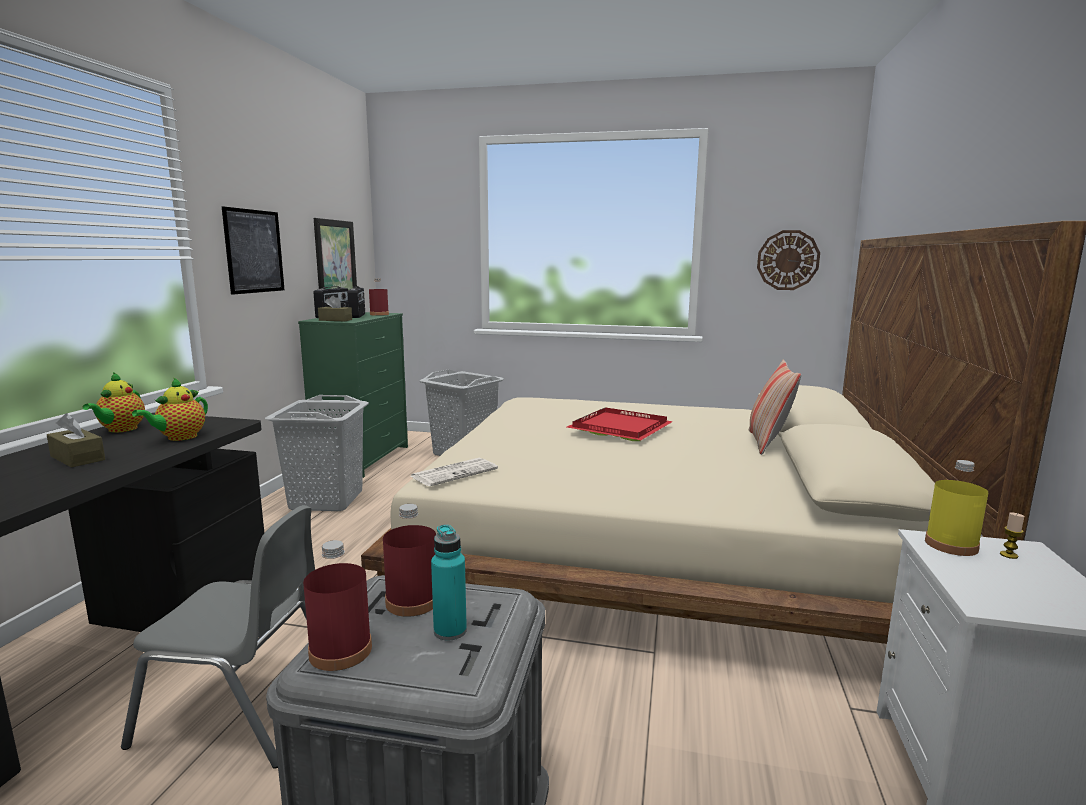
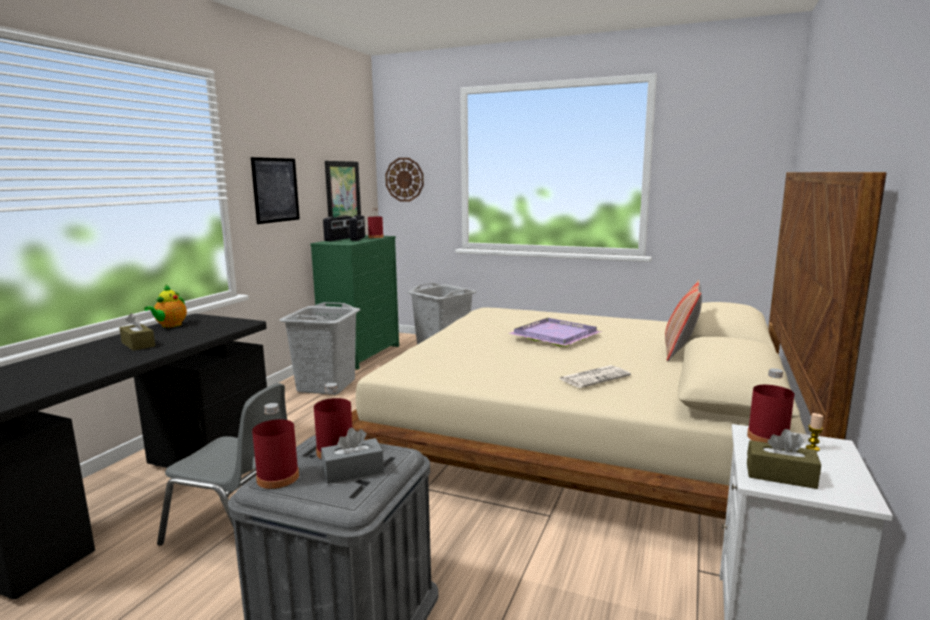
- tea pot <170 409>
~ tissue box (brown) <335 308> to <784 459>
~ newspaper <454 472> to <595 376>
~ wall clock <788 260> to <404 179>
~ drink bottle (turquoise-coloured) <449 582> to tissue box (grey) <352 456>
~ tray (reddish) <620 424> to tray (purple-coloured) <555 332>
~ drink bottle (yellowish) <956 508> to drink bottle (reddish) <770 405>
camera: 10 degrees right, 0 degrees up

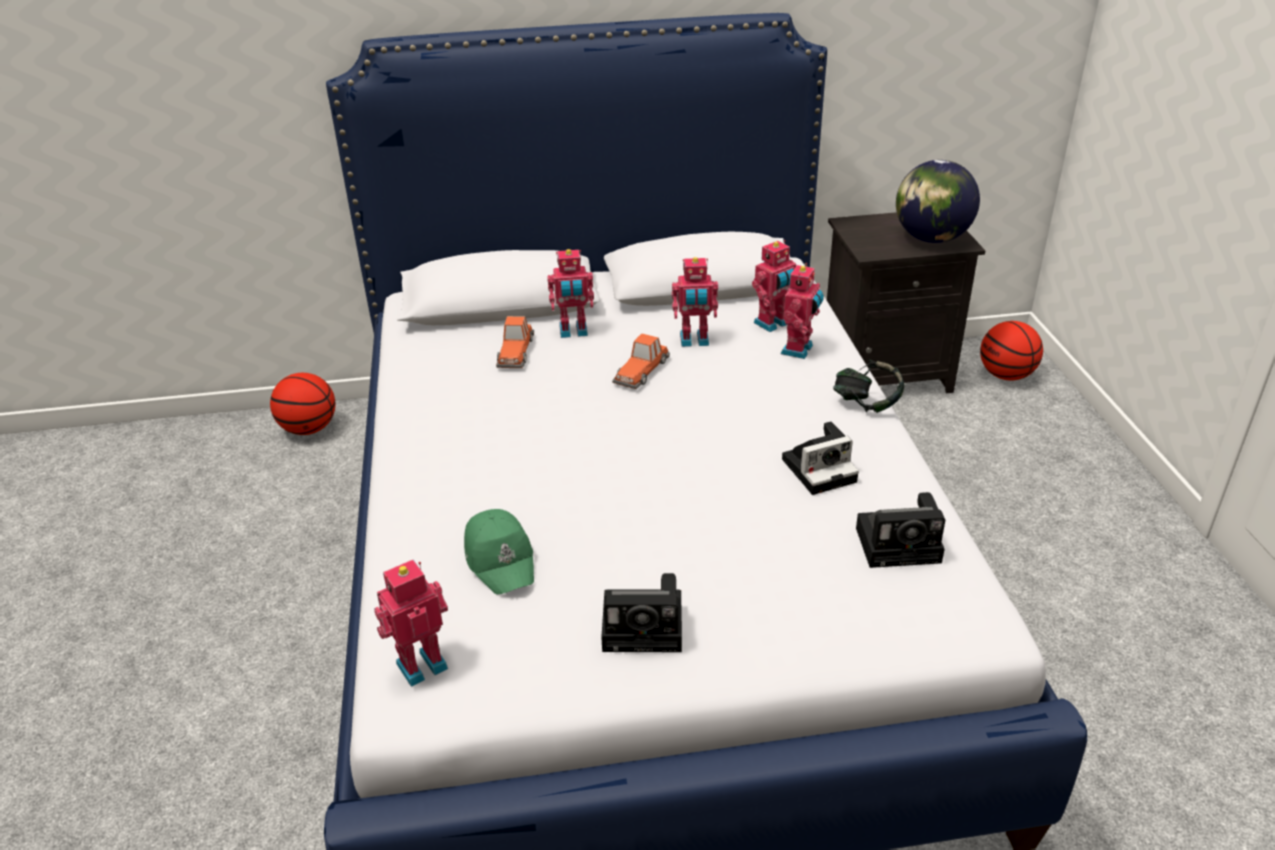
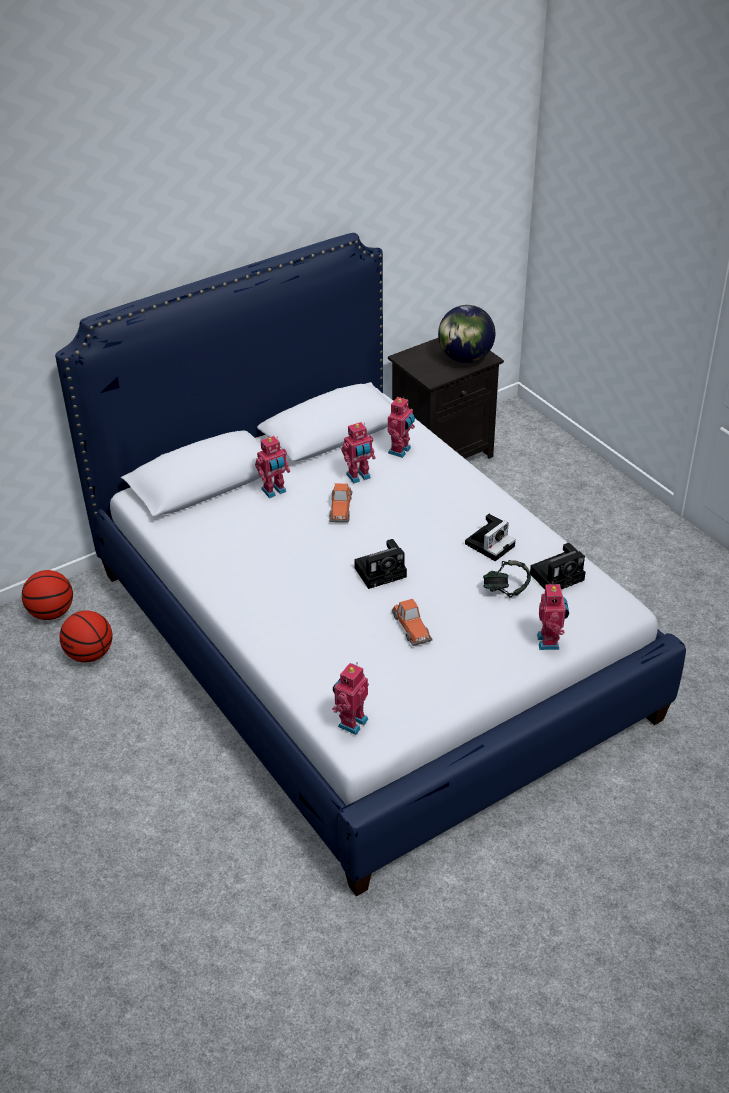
- baseball cap (green-coloured) <499 552>
~ model car <515 342> to <412 622>
~ still camera <641 612> to <380 564>
~ toy robot <802 311> to <553 616>
~ pair of headphones <868 386> to <507 578>
~ ball for basketball <1011 350> to <85 636>
camera: 25 degrees left, 5 degrees up

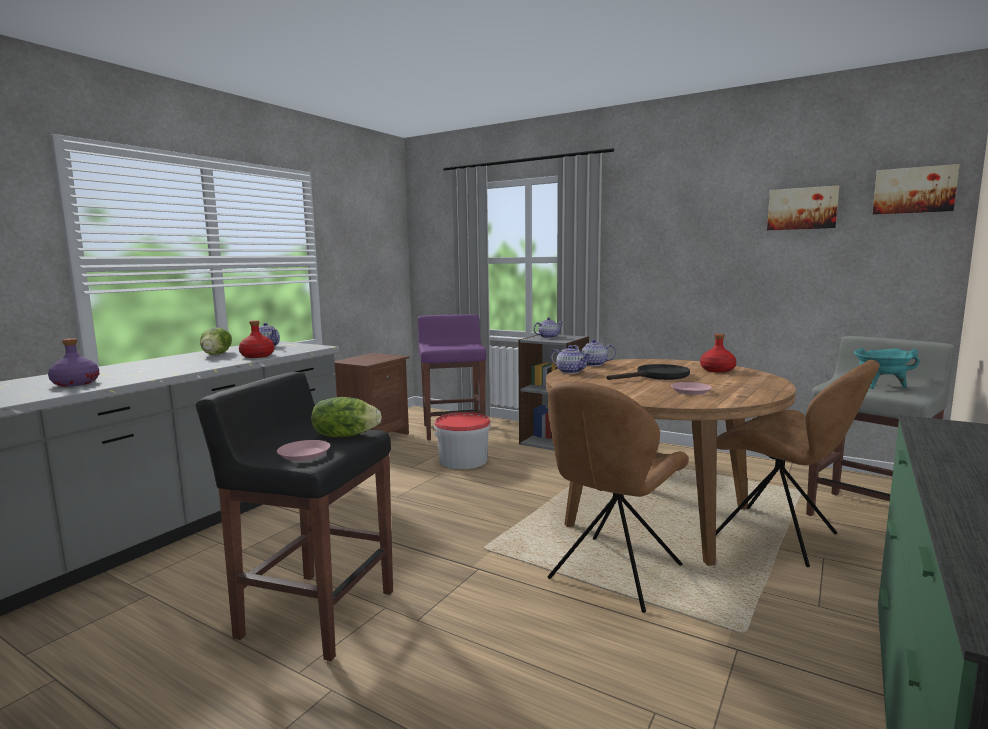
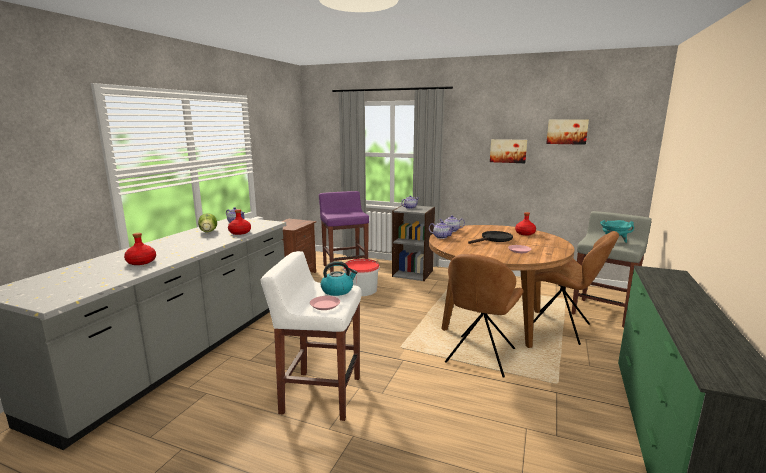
~ picture <915 189> to <508 151>
~ head of lettuce <346 417> to kettle <339 278>
~ drink bottle (purple-coloured) <73 362> to drink bottle (reddish) <140 249>
~ sitting stool (black) <294 516> to sitting stool (white-coloured) <310 336>
camera: 10 degrees left, 5 degrees up

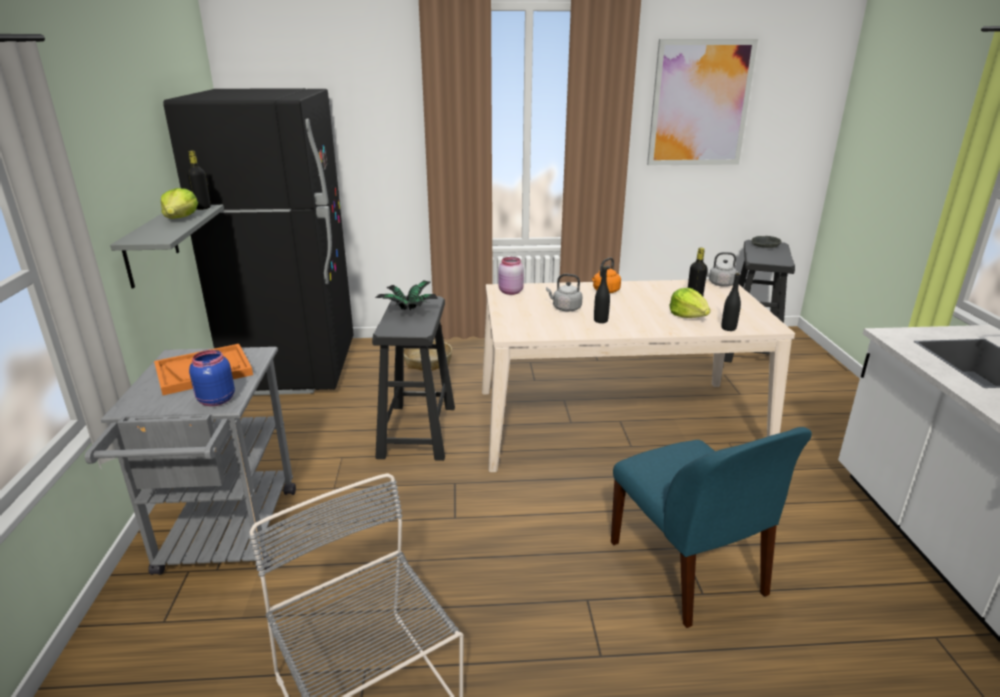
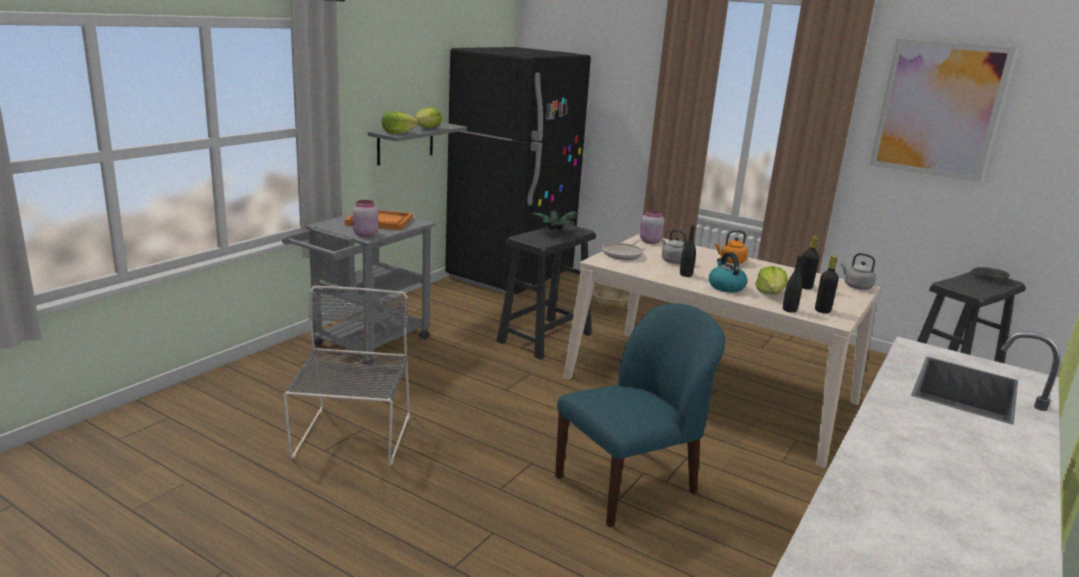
+ head of lettuce <400 122>
+ frying pan <622 249>
+ kettle <728 272>
~ drink bottle (black) <199 180> to <827 284>
~ storage jar (blue-coloured) <212 378> to storage jar (pinkish) <365 218>
~ upright chair (blue-coloured) <711 527> = <640 415> 135 degrees counterclockwise
camera: 35 degrees right, 5 degrees down

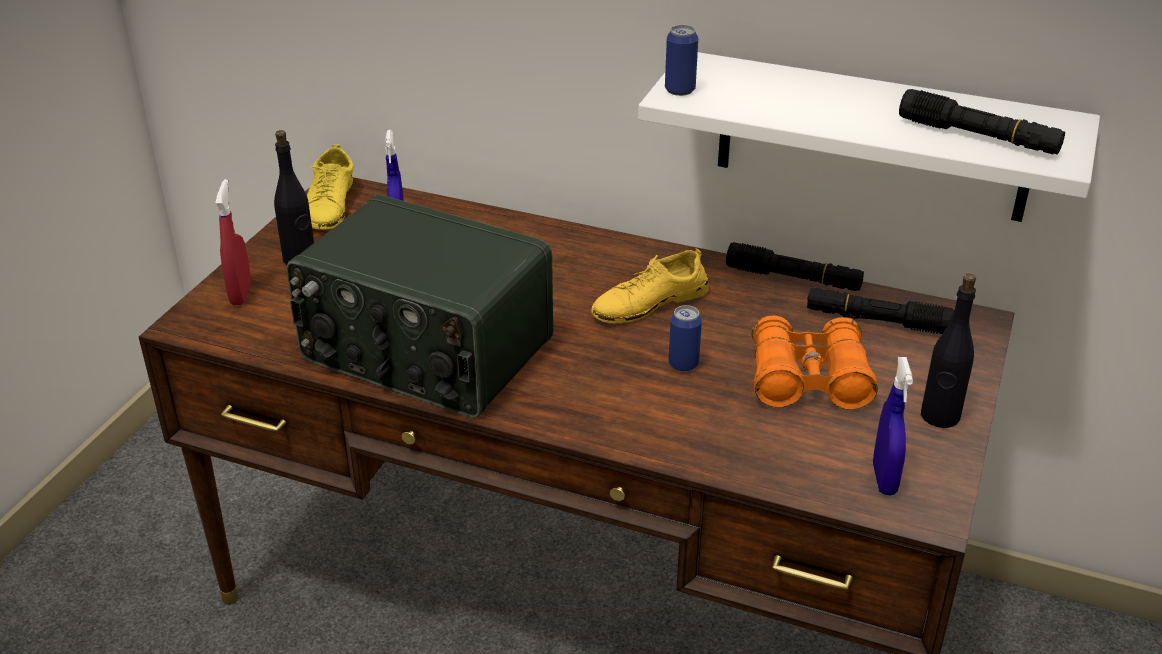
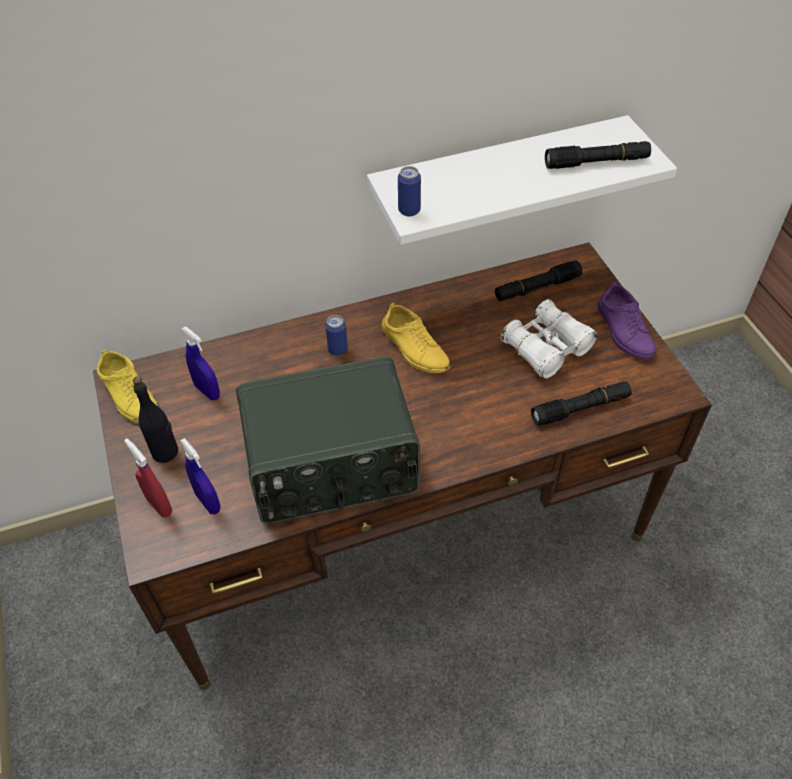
~ sealed can <685 338> to <336 335>
~ hand torch (black) <795 266> to <581 404>
~ spray bottle (blue-coloured) <893 426> to <200 476>
~ drink bottle (black) <948 351> to item of footwear (purple-coloured) <626 320>
~ binoculars (orange) <815 363> to binoculars (white-coloured) <549 339>
~ item of footwear (yellowish) <650 285> = <416 338> 60 degrees counterclockwise
camera: 40 degrees left, 15 degrees up

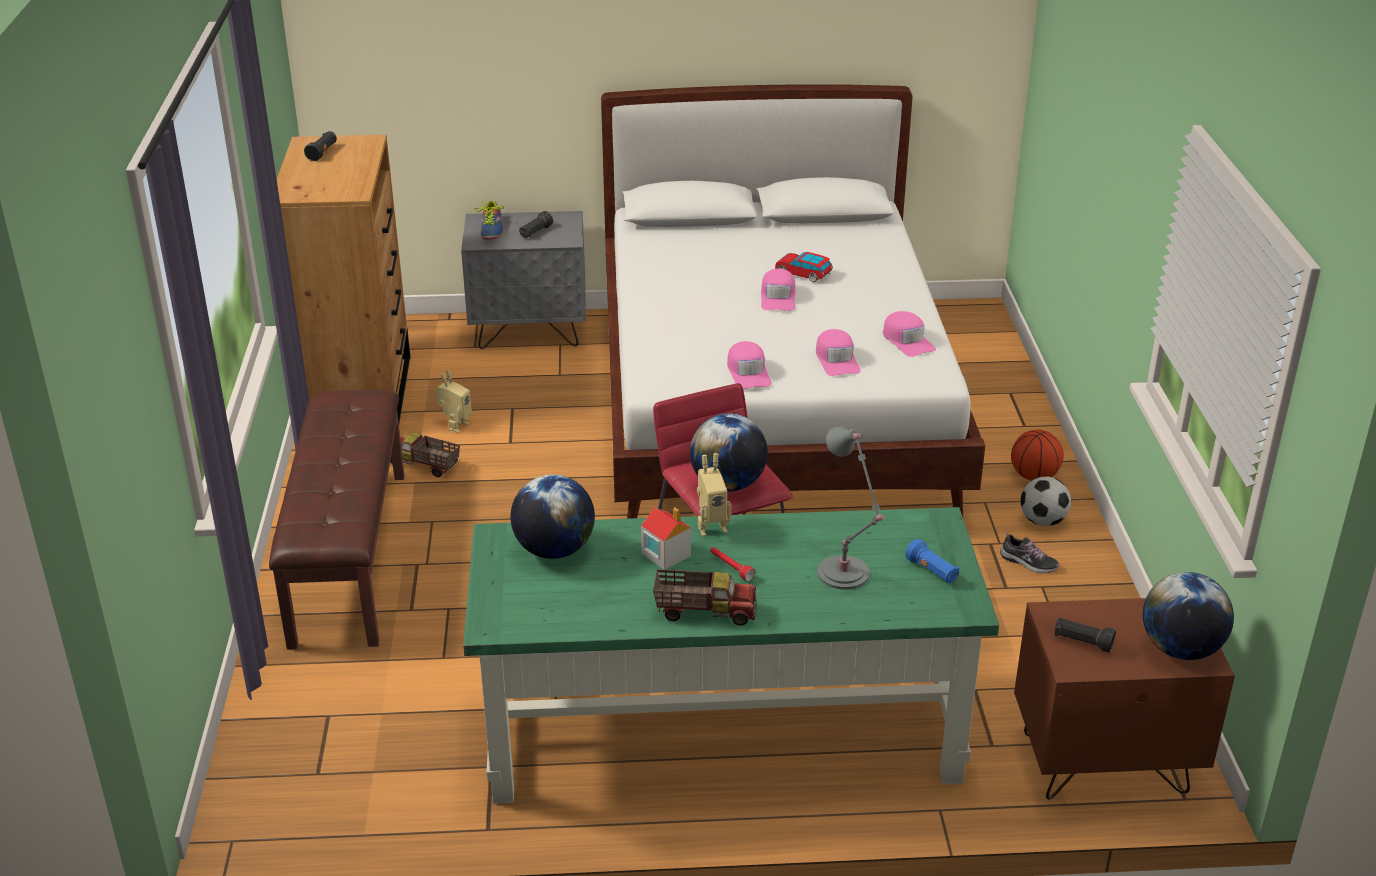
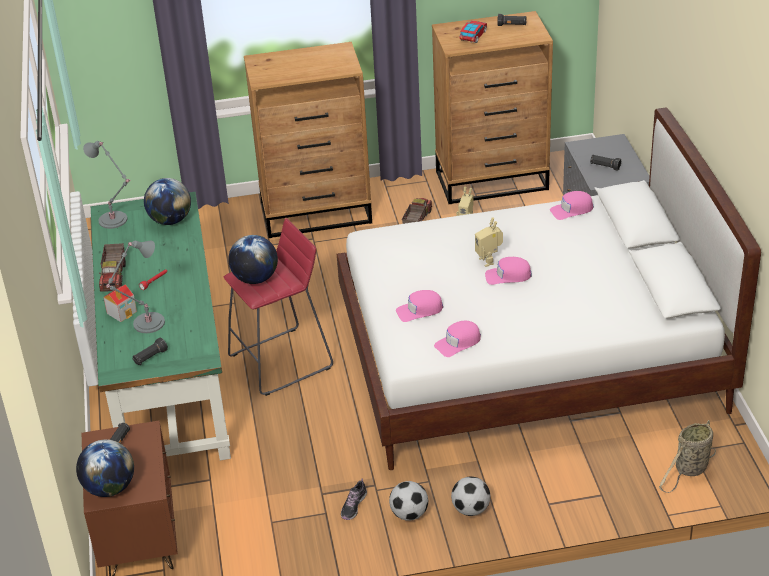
- item of footwear <489 219>
+ table lamp (grey) <107 185>
+ household basket <687 456>
~ miniature house <666 538> to <120 303>
~ toy robot <714 495> to <489 242>
~ baseball cap (pinkish) <749 365> to <571 205>
~ model car <804 267> to <473 31>
~ long seat (brown) <337 519> to drawer chest (brown) <308 140>
~ ball for basketball <1037 455> to ball for football <471 496>
~ hand torch (blue-coloured) <932 561> to hand torch (black) <150 351>
camera: 85 degrees right, 5 degrees up

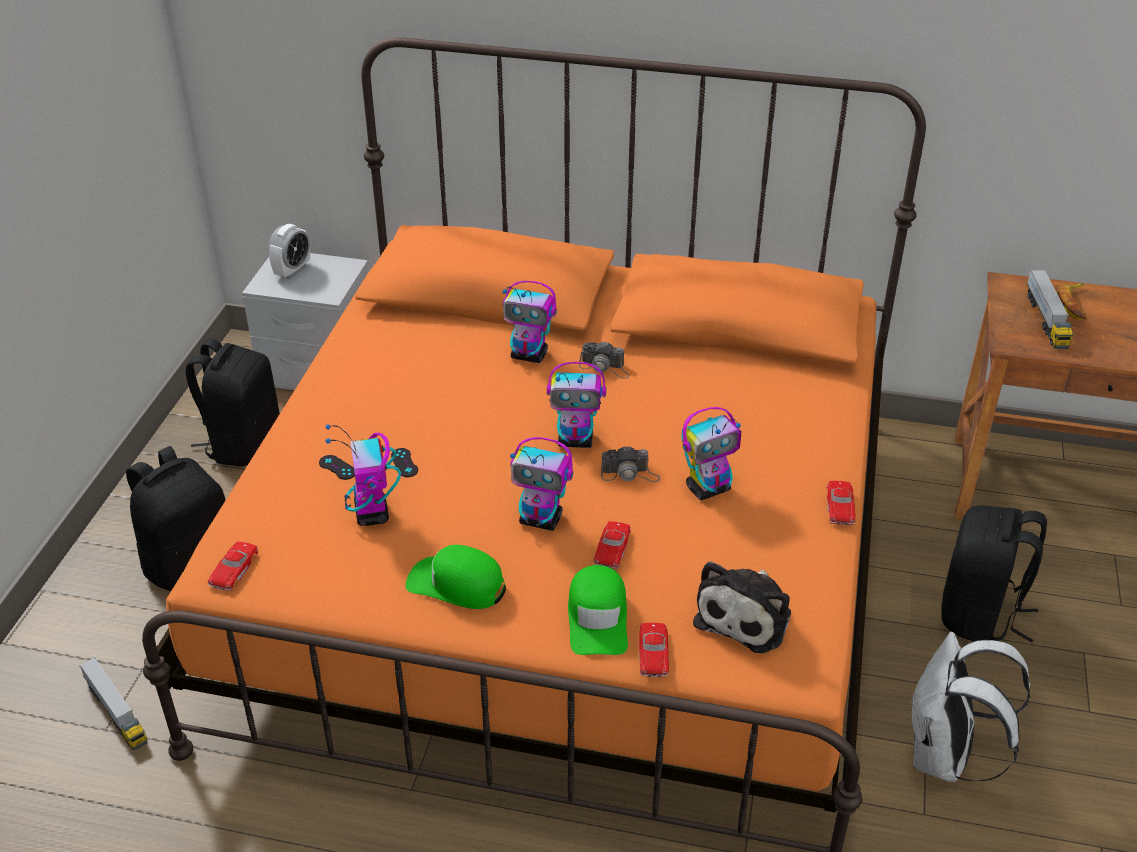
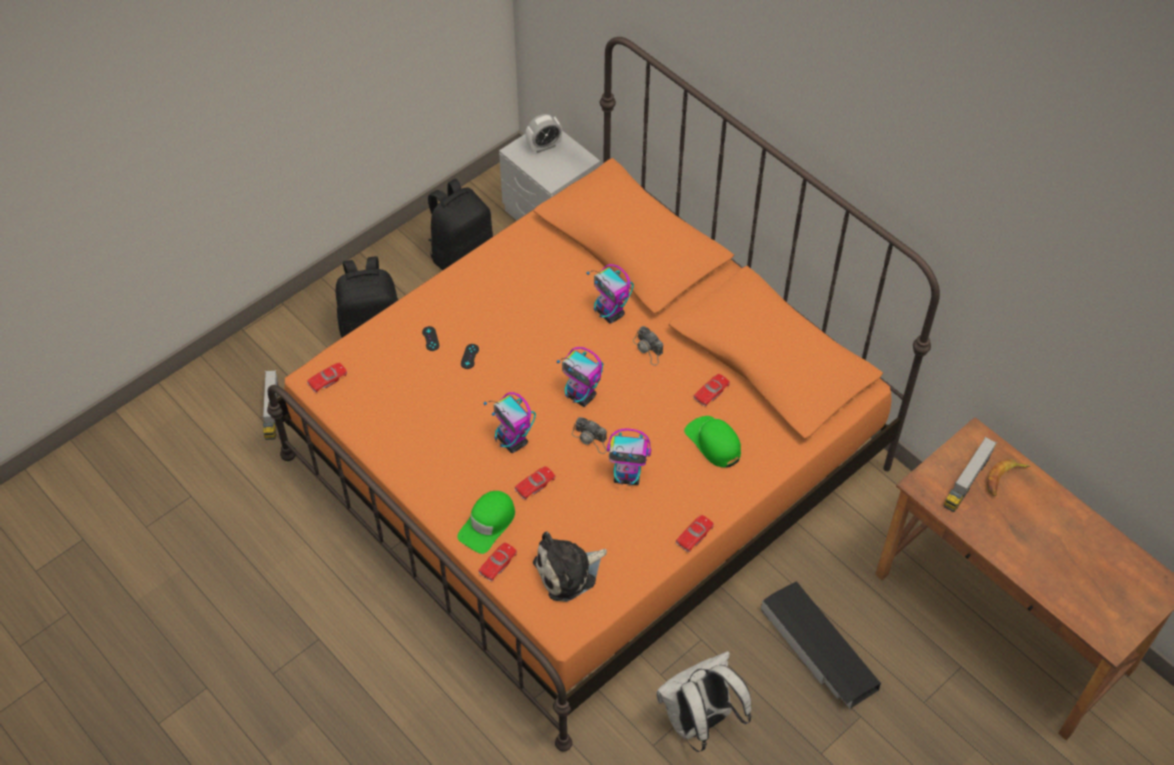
- toy robot <363 475>
+ model car (reddish) <711 390>
~ baseball cap (green-coloured) <455 577> to <712 442>
~ rucksack (black) <994 573> to storage box (black) <821 645>
camera: 35 degrees right, 15 degrees up

